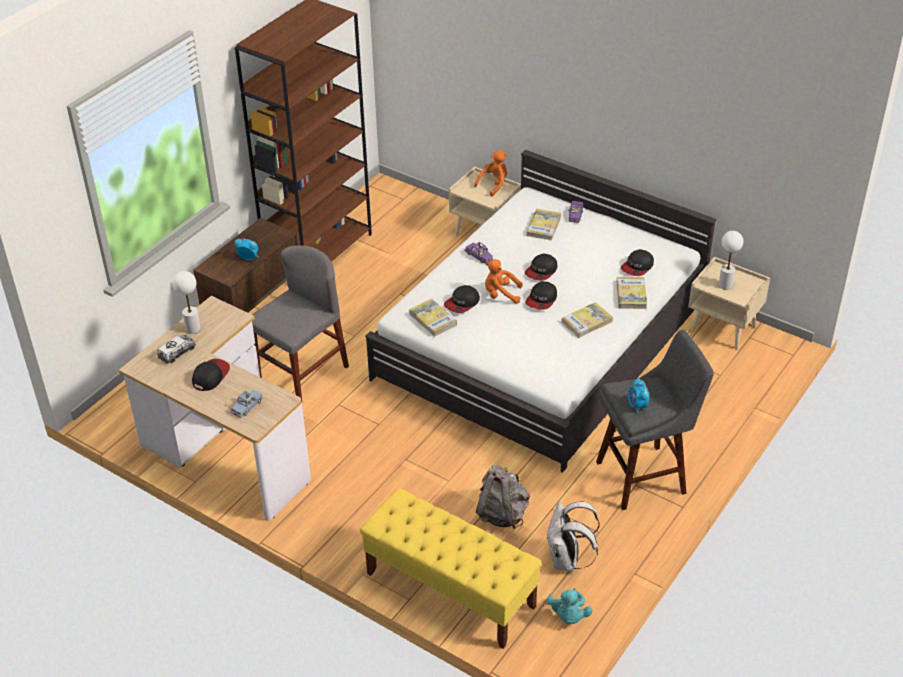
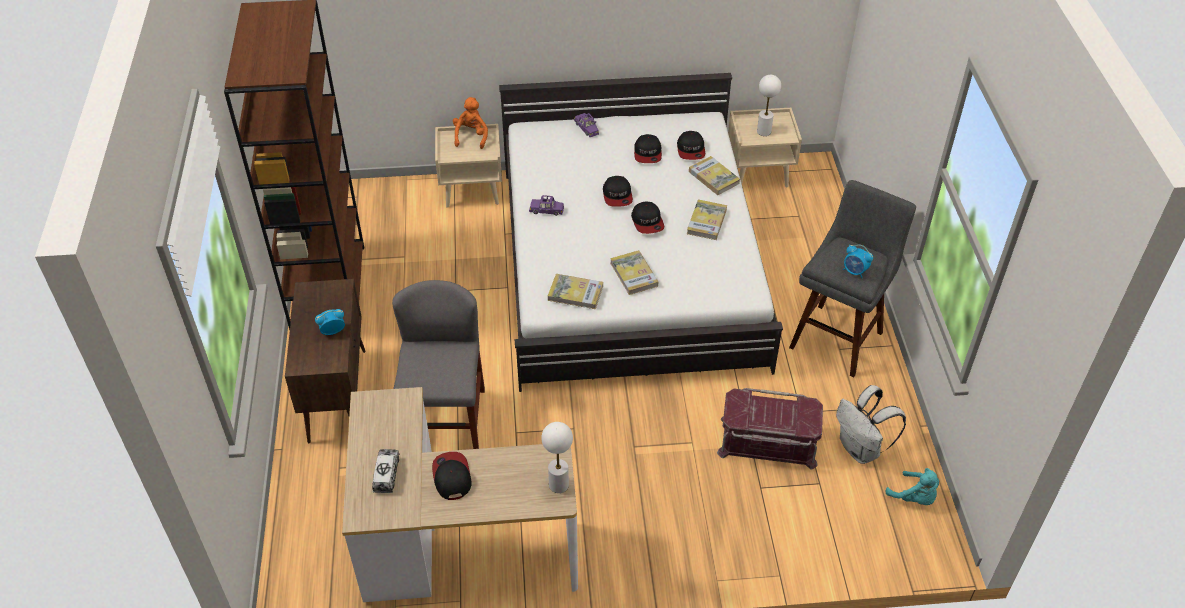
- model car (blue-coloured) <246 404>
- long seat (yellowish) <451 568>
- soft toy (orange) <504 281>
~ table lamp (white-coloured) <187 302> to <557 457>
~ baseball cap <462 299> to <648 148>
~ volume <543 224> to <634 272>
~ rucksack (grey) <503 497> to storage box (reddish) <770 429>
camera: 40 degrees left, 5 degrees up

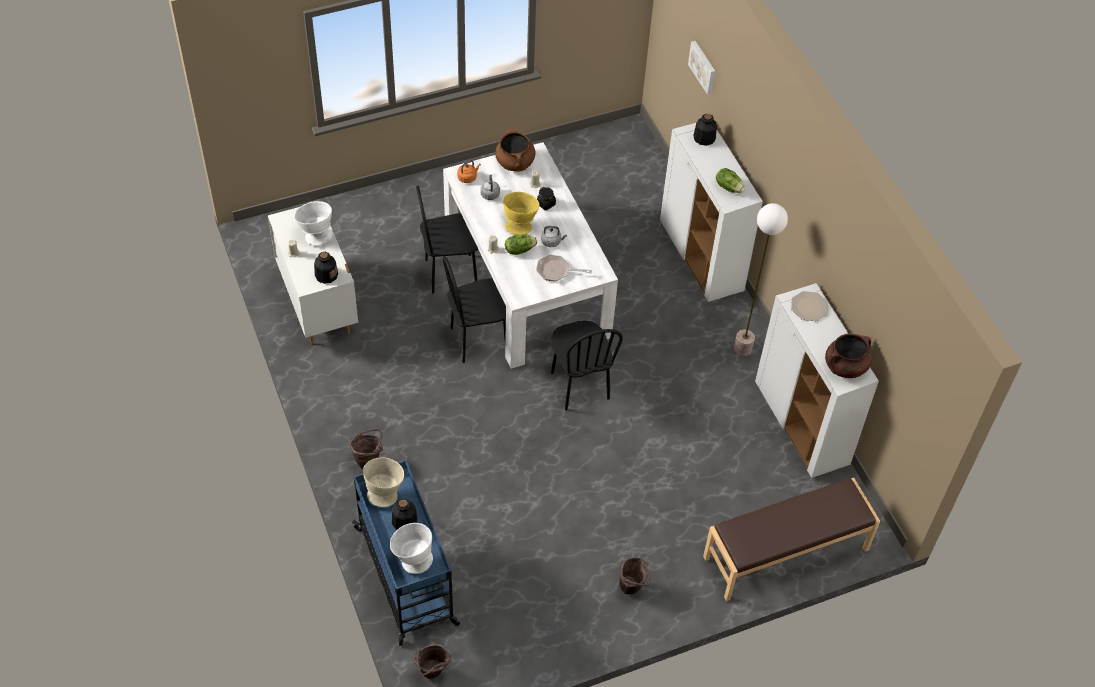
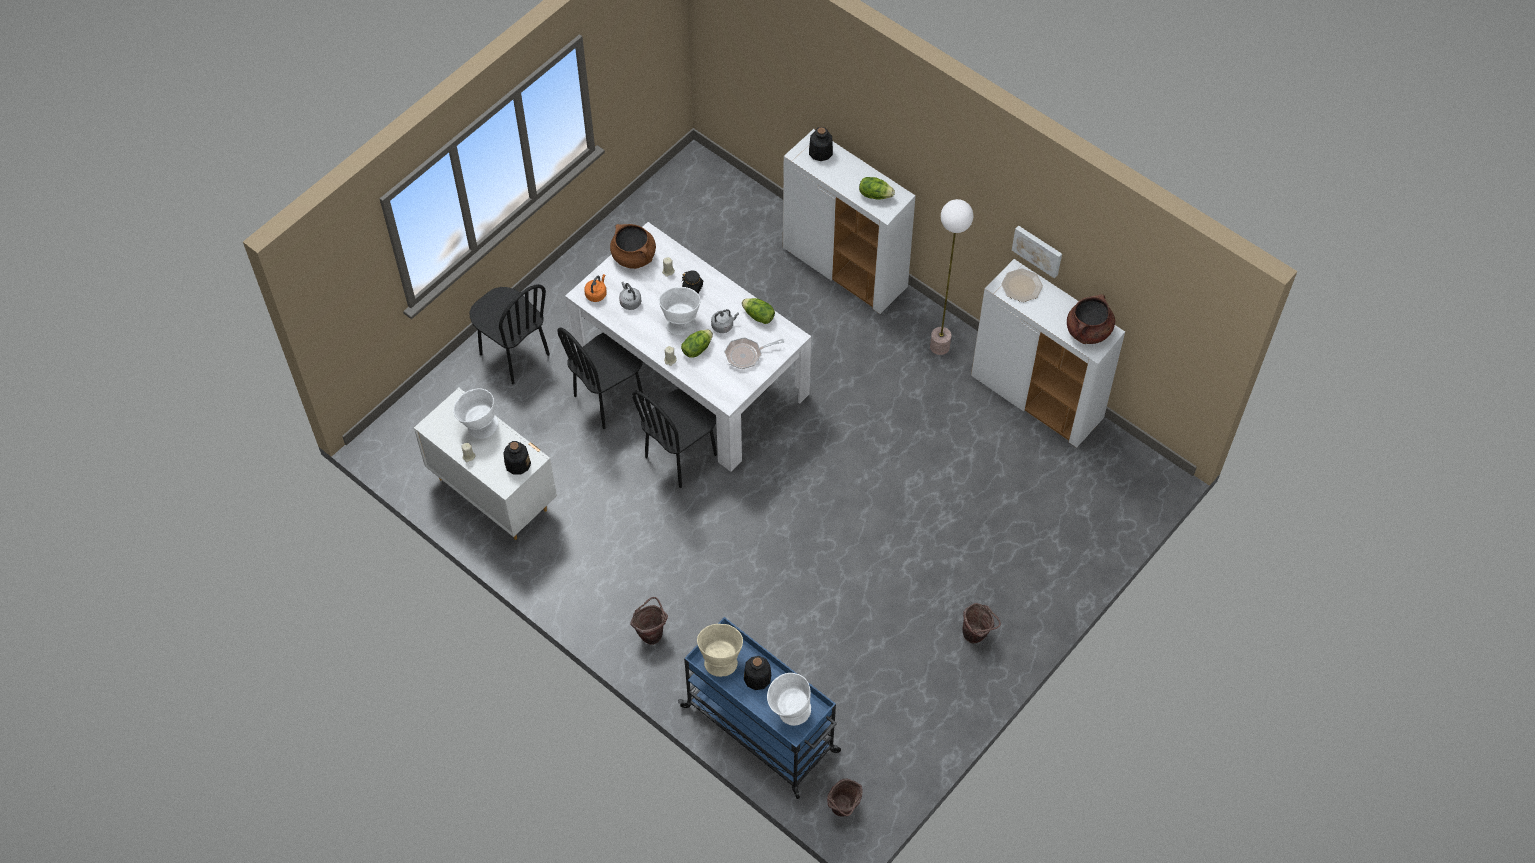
- long seat (brown) <791 539>
+ head of lettuce <758 311>
~ upright chair (black) <587 365> to <510 334>
~ picture <701 68> to <1037 252>
~ deep dish (yellowish) <521 213> to deep dish (white-coloured) <680 311>
camera: 25 degrees left, 5 degrees up

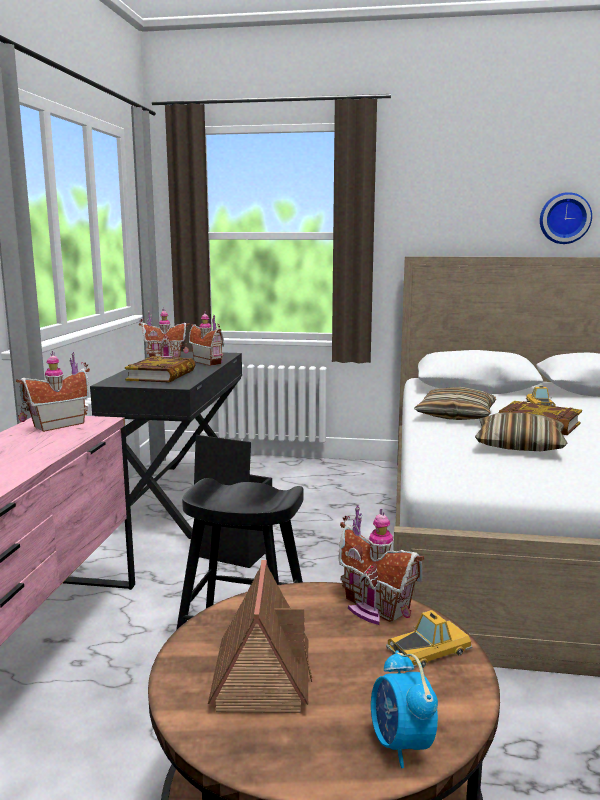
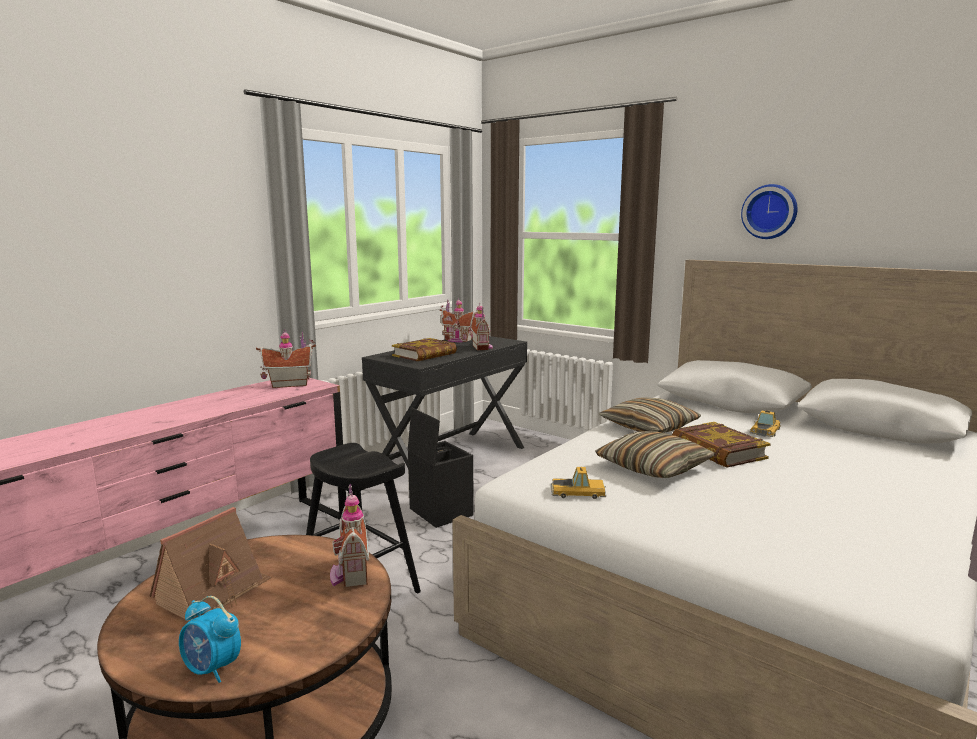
~ model car <429 639> to <578 483>
~ wall clock <566 218> to <769 211>
~ table clock <404 709> = <210 639> 75 degrees counterclockwise
camera: 30 degrees right, 0 degrees up

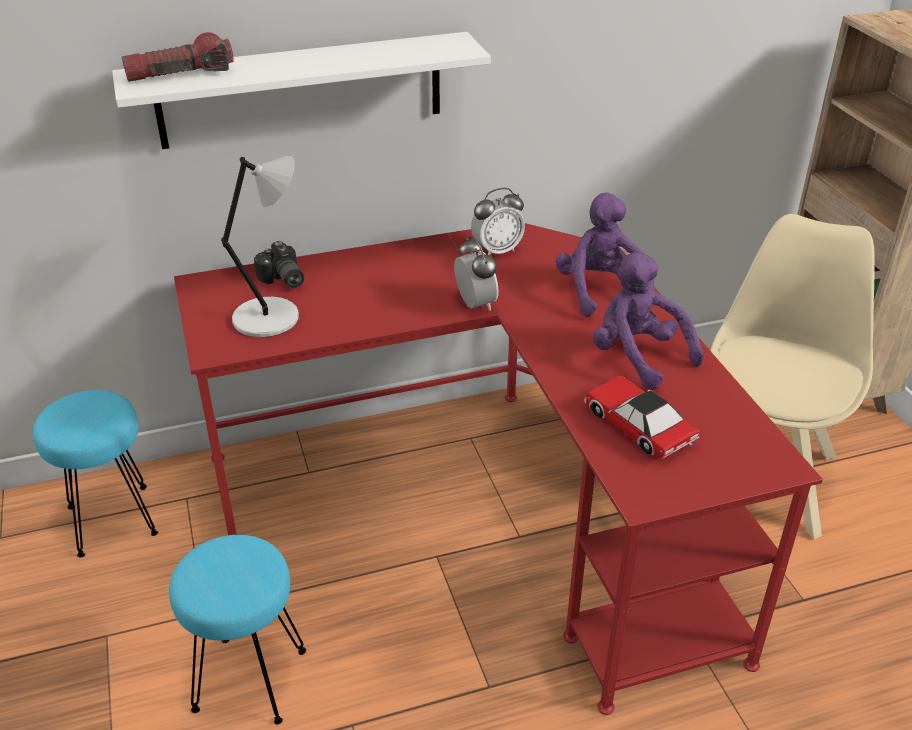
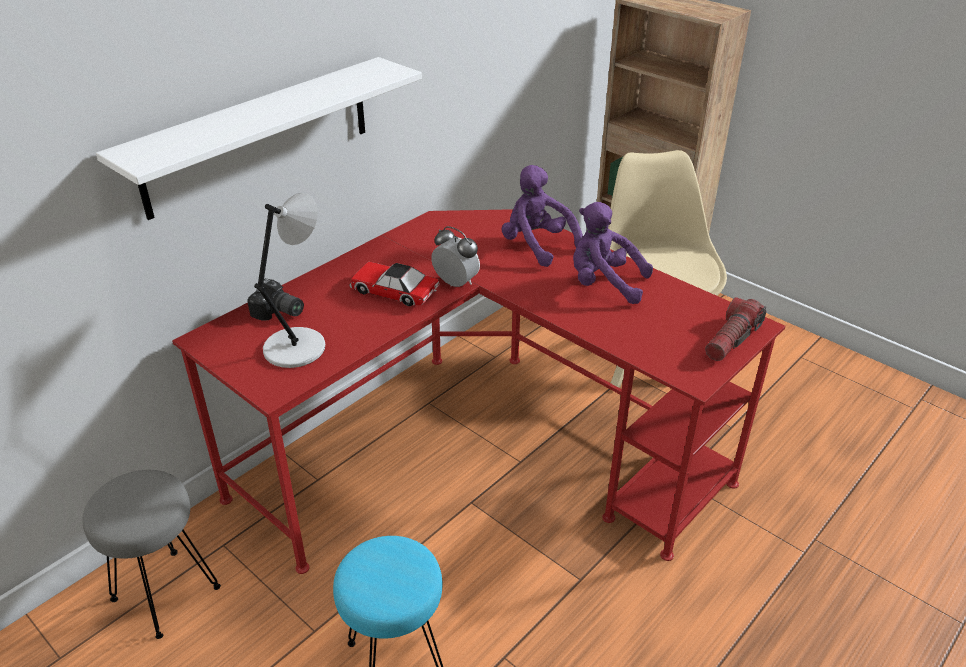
- table clock <498 221>
~ hand torch <178 57> to <735 329>
~ model car <641 417> to <394 284>
~ sitting stool (turquoise-coloured) <95 473> to sitting stool (grey) <151 554>
camera: 30 degrees left, 0 degrees up

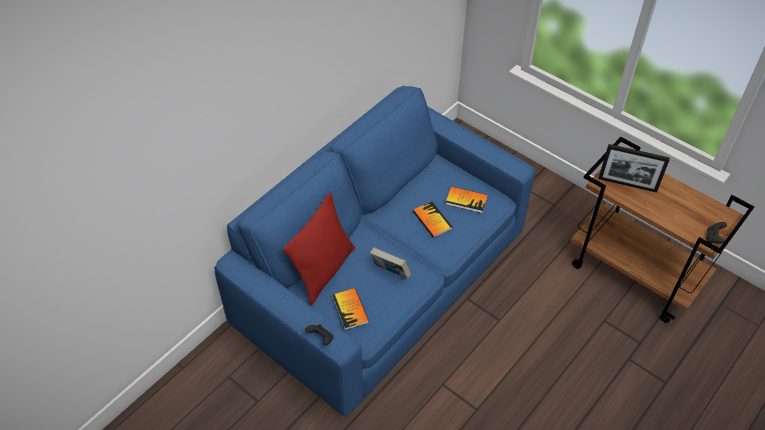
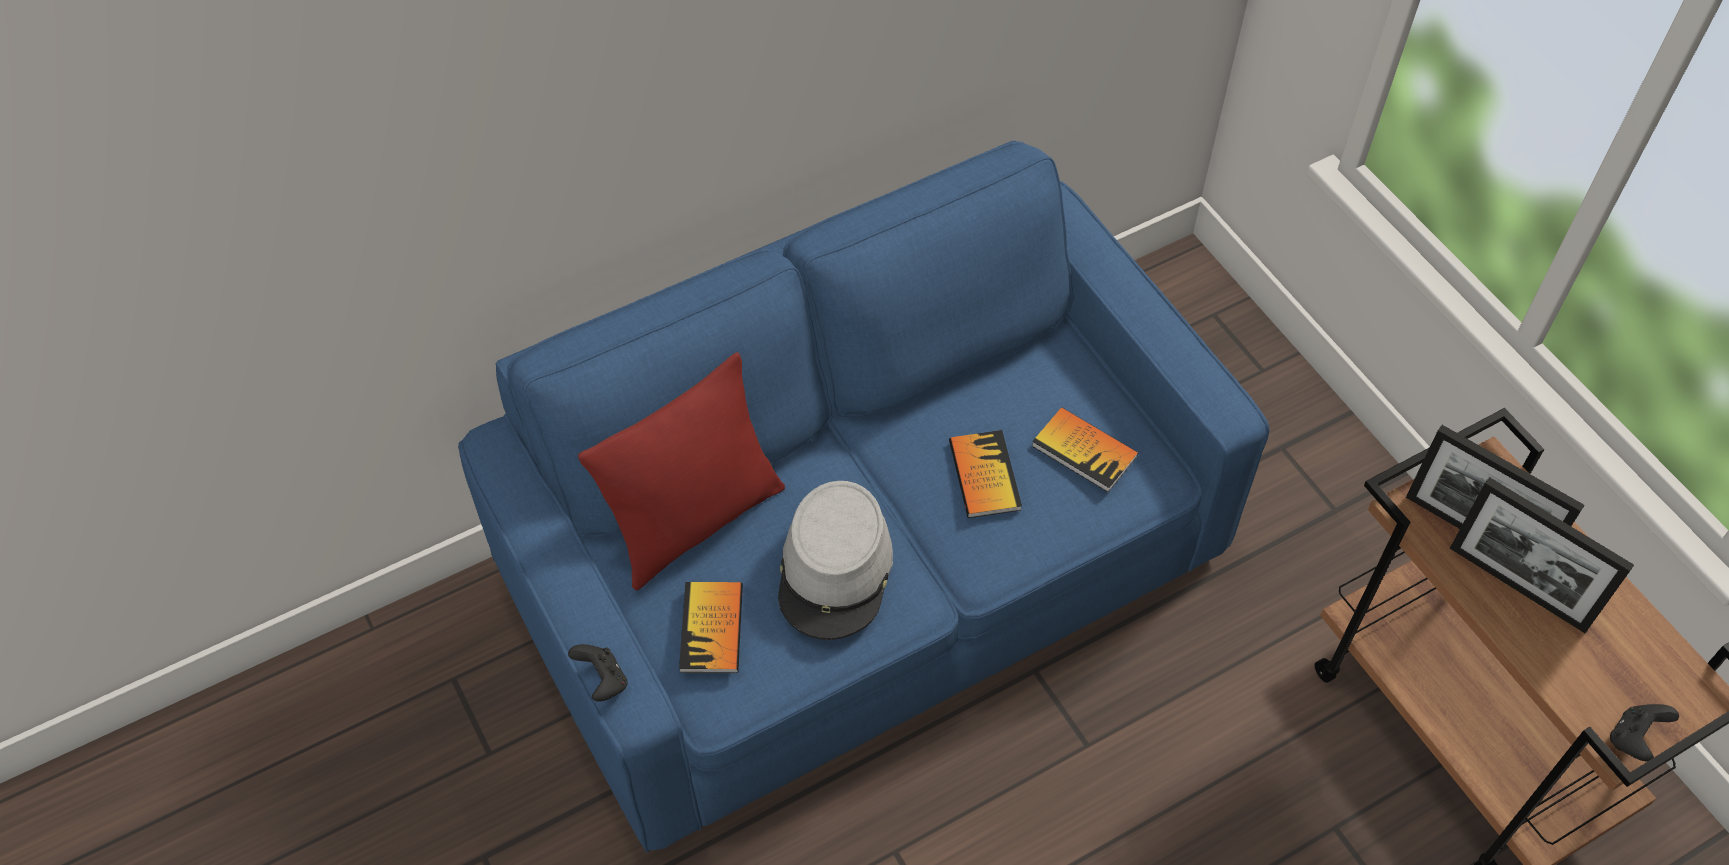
+ picture frame <1542 555>
~ volume <390 263> to wearable hat (grey) <835 560>
camera: 20 degrees right, 5 degrees up

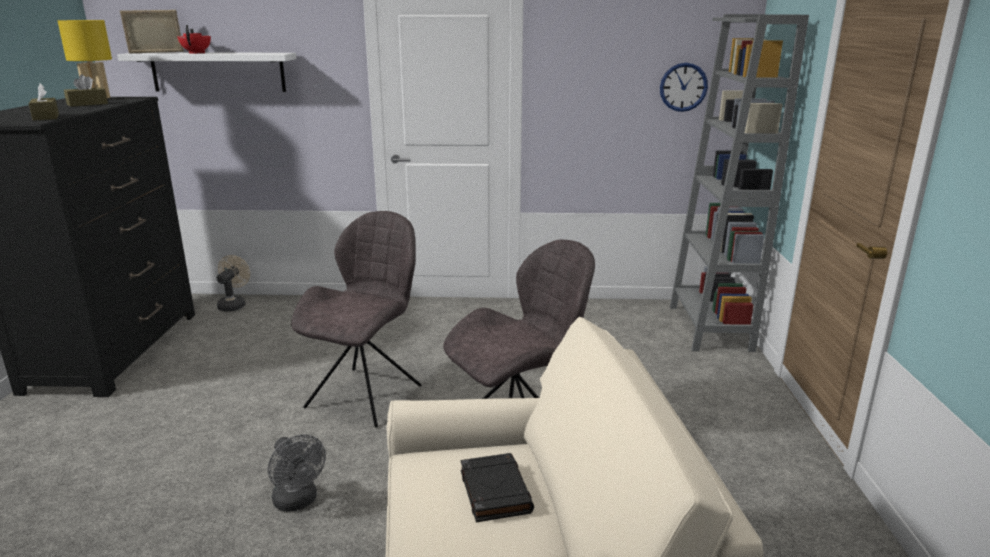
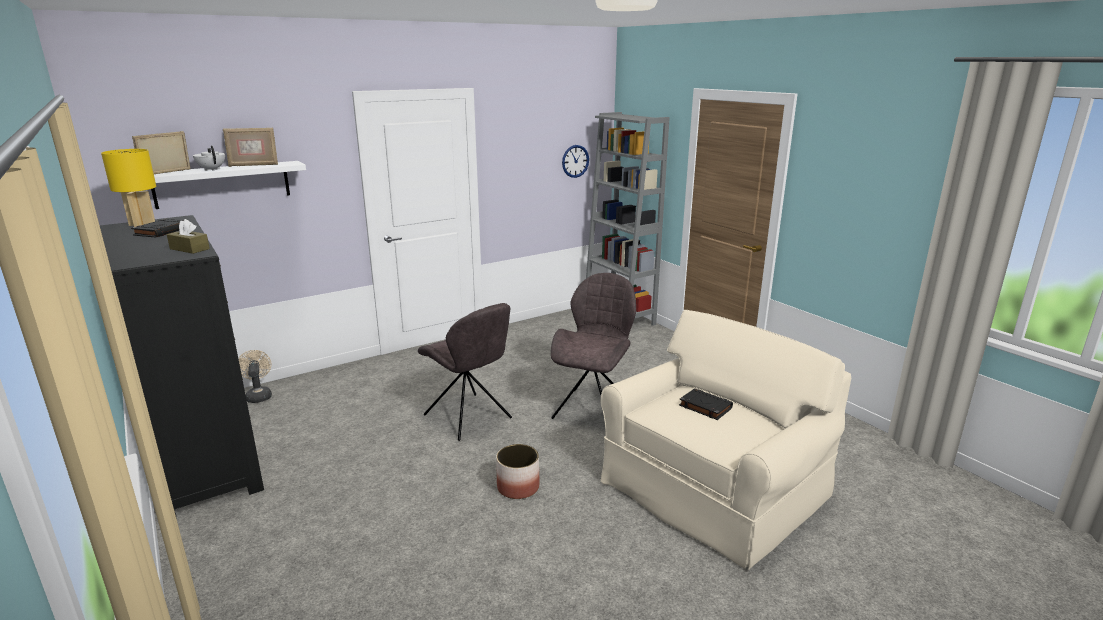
+ picture frame <250 147>
~ tissue box (brown) <86 90> to volume (black) <157 228>
~ cooling fan (grey) <297 473> to plant pot <517 471>
~ tea pot (reddish) <194 39> to tea pot (white-coloured) <209 158>
~ upright chair (grey) <356 319> = <465 372> 150 degrees clockwise
camera: 35 degrees left, 0 degrees up

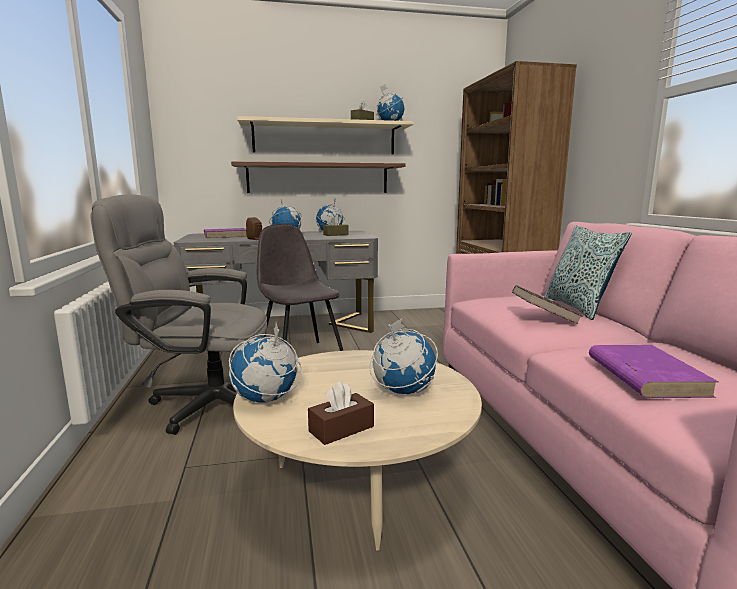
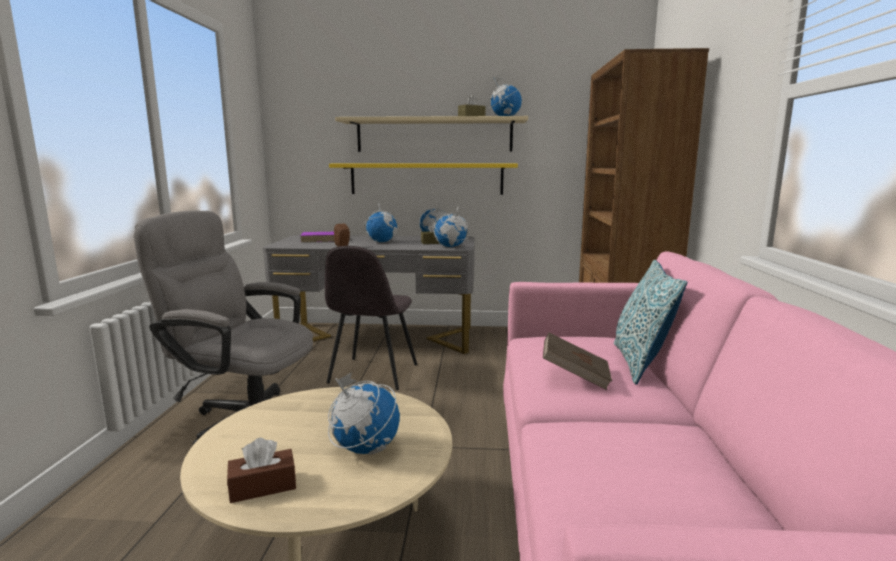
- volume (purple-coloured) <654 371>
~ world globe <265 362> to <452 226>
~ wall shelf (brown) <318 177> to wall shelf (yellowish) <423 179>
~ upright chair (grey) <300 287> = <371 318> 150 degrees counterclockwise
camera: 15 degrees right, 0 degrees up

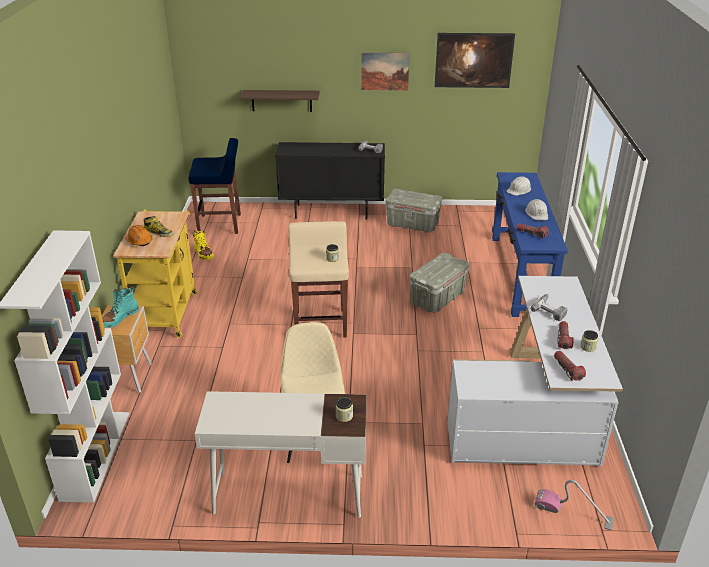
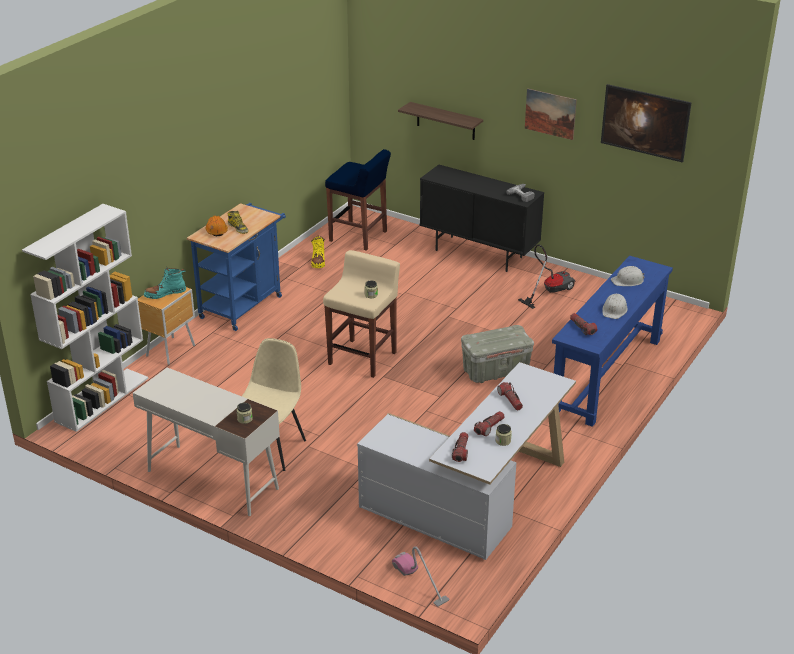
~ storage box (grey) <413 211> to vacuum <546 276>
~ power drill <549 307> to hand torch <510 396>
~ wheeled cart (yellowish) <155 274> to wheeled cart (blue-coloured) <236 267>
camera: 30 degrees right, 0 degrees up

